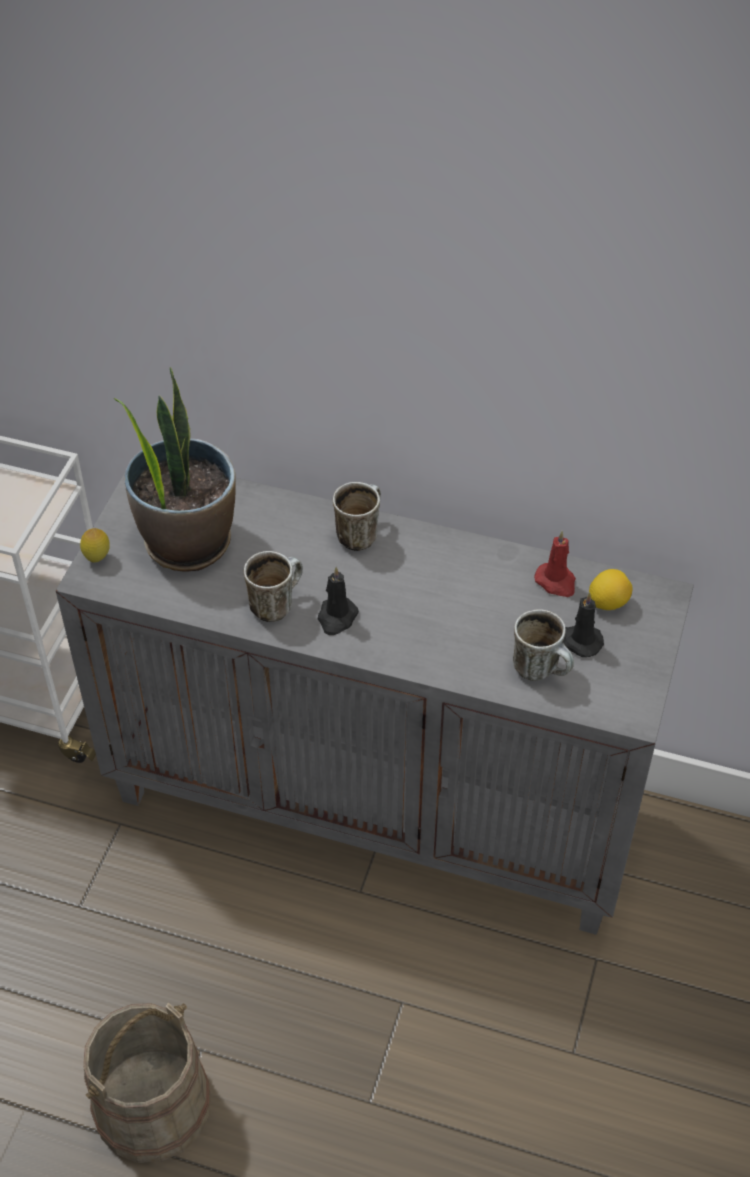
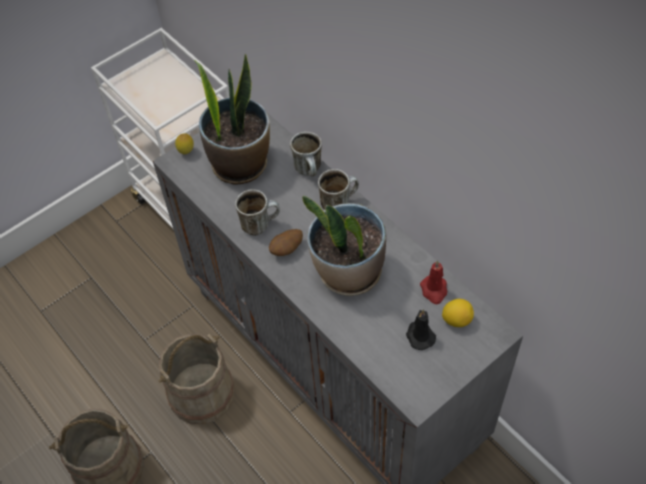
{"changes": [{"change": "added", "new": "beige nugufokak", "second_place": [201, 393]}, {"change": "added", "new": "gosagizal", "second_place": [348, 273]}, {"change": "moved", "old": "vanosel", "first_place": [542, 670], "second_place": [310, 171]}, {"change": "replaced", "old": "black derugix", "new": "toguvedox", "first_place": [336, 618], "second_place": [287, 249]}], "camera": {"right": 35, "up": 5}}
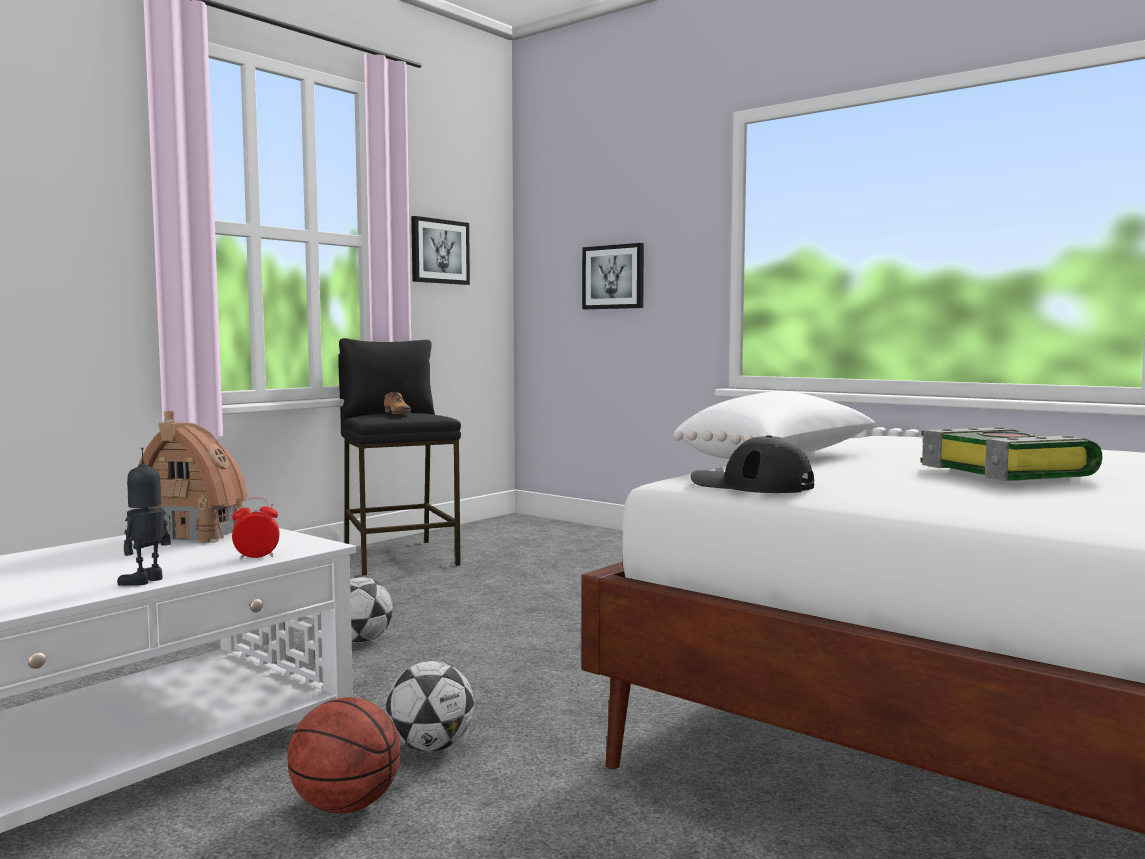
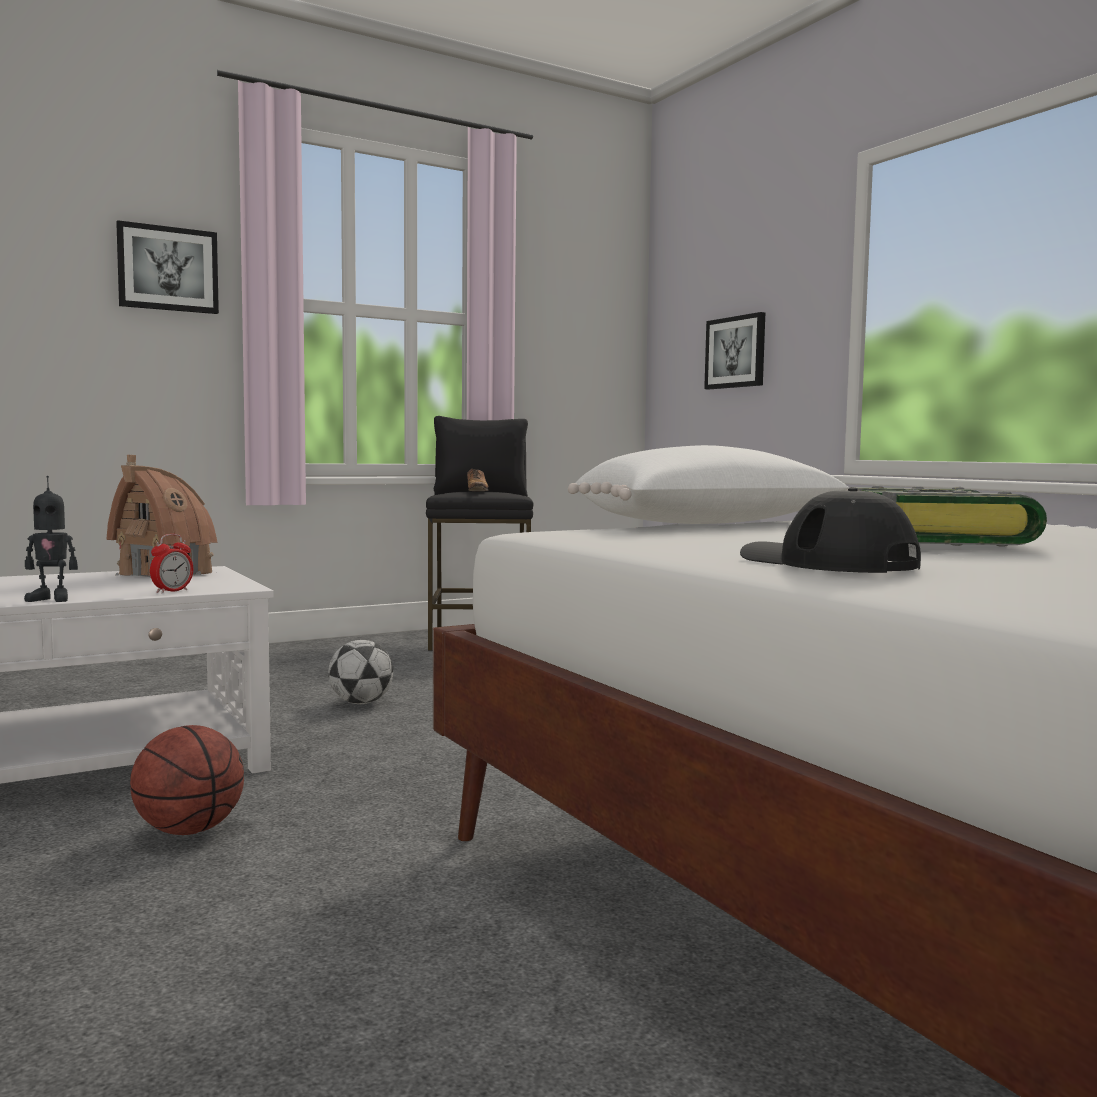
{"changes": [{"change": "removed", "old": "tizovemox", "first_place": [430, 747]}, {"change": "moved", "old": "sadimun", "first_place": [439, 251], "second_place": [168, 269]}, {"change": "moved", "old": "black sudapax", "first_place": [751, 485], "second_place": [827, 563]}, {"change": "turned", "old": "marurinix", "first_place": [147, 581], "second_place": [51, 599], "degrees": -135}, {"change": "turned", "old": "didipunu", "first_place": [256, 557], "second_place": [172, 591], "degrees": 120}], "camera": {"right": 20, "up": 0}}
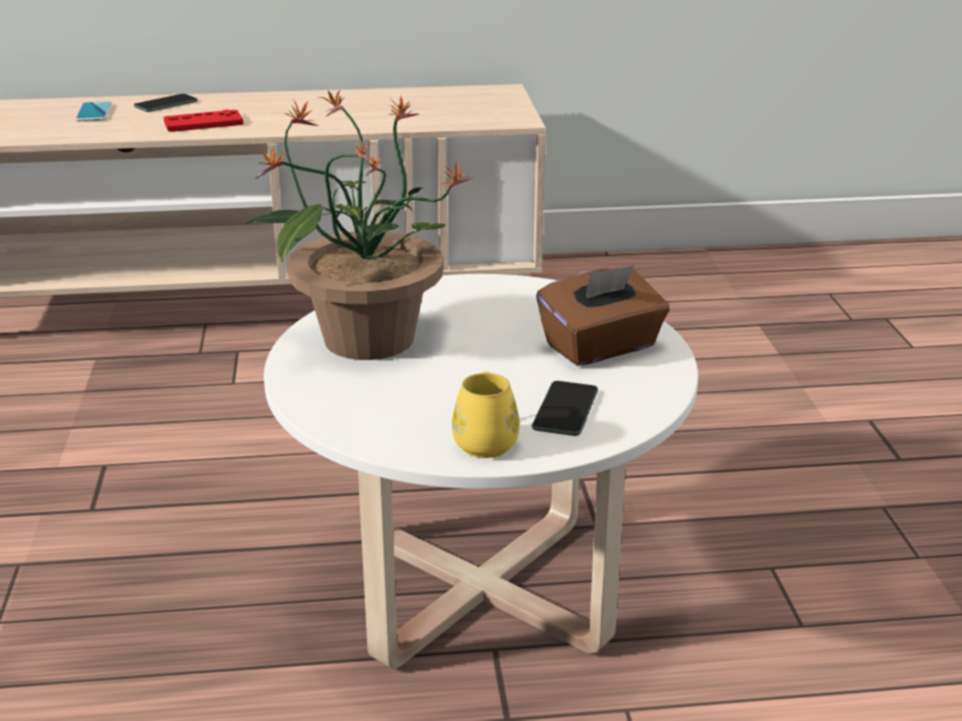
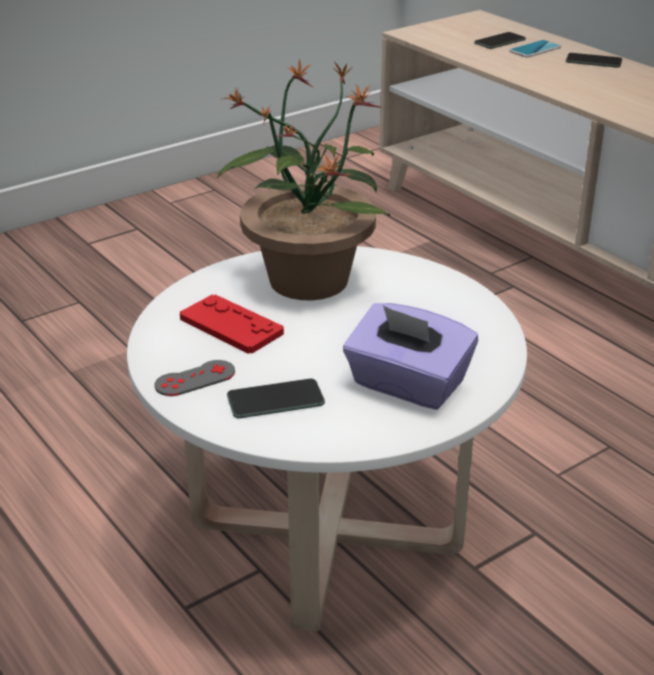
{"changes": [{"change": "added", "new": "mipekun", "second_place": [499, 41]}, {"change": "moved", "old": "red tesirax", "first_place": [203, 123], "second_place": [231, 326]}, {"change": "replaced", "old": "yellow vanosel", "new": "grey tesirax", "first_place": [485, 440], "second_place": [195, 378]}, {"change": "recoloured", "old": "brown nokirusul", "new": "purple nokirusul", "first_place": [601, 347], "second_place": [407, 385]}], "camera": {"right": 60, "up": 5}}
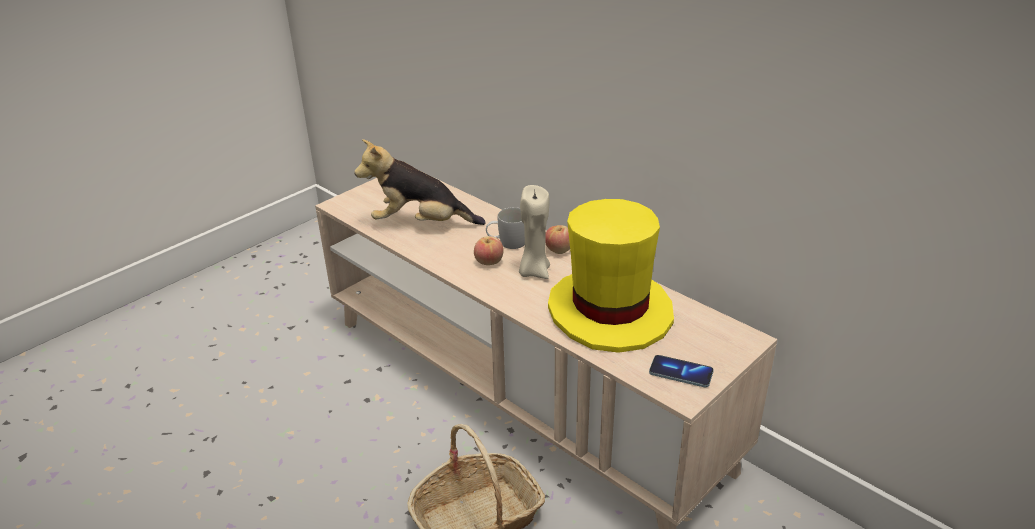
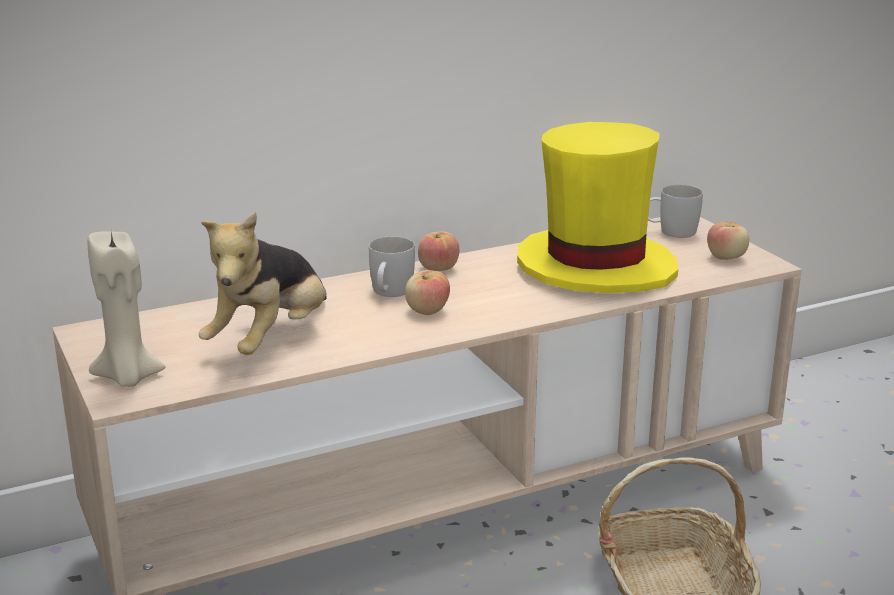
{"changes": [{"change": "added", "new": "white vanosel", "second_place": [670, 231]}, {"change": "moved", "old": "beige derugix", "first_place": [534, 271], "second_place": [128, 378]}, {"change": "replaced", "old": "mipekun", "new": "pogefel", "first_place": [681, 373], "second_place": [726, 257]}], "camera": {"right": -70, "up": -10}}
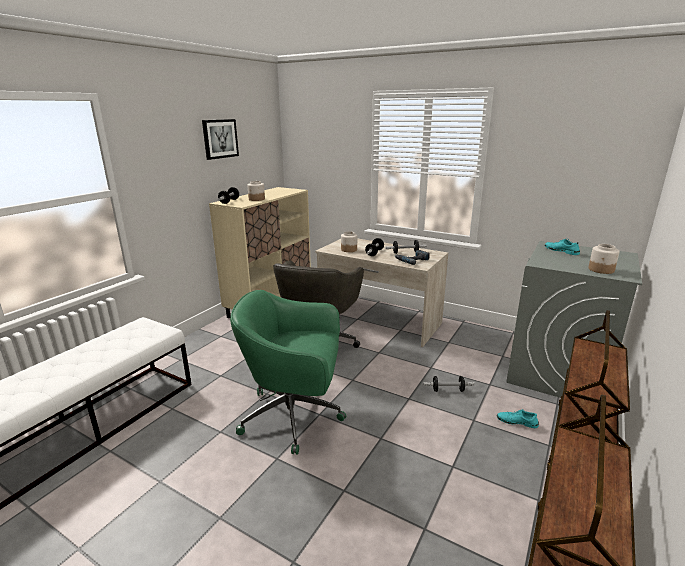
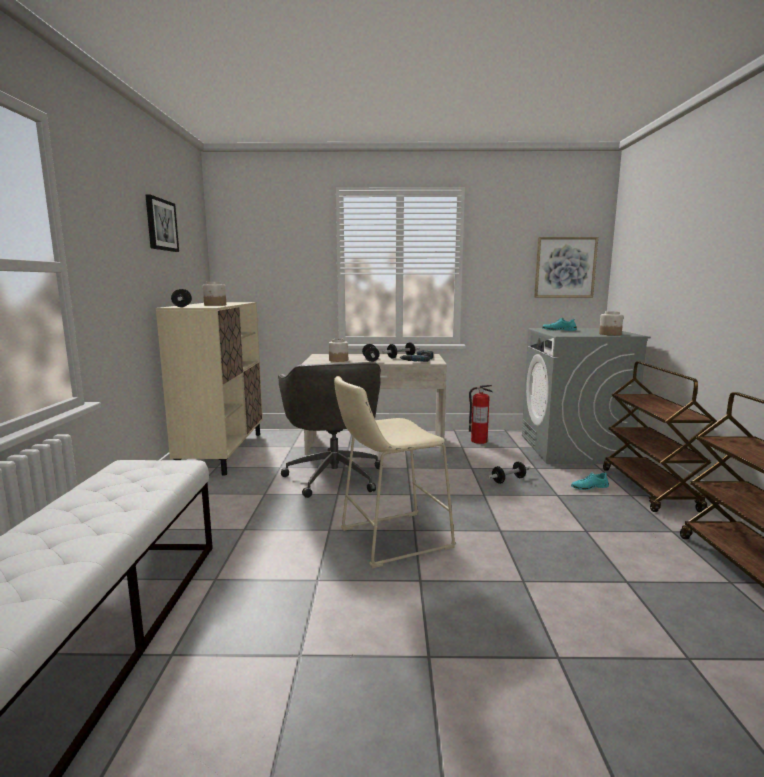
{"changes": [{"change": "added", "new": "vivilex", "second_place": [478, 441]}, {"change": "added", "new": "sadimun", "second_place": [565, 267]}, {"change": "replaced", "old": "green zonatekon", "new": "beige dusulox", "first_place": [294, 416], "second_place": [390, 539]}], "camera": {"right": -30, "up": -10}}
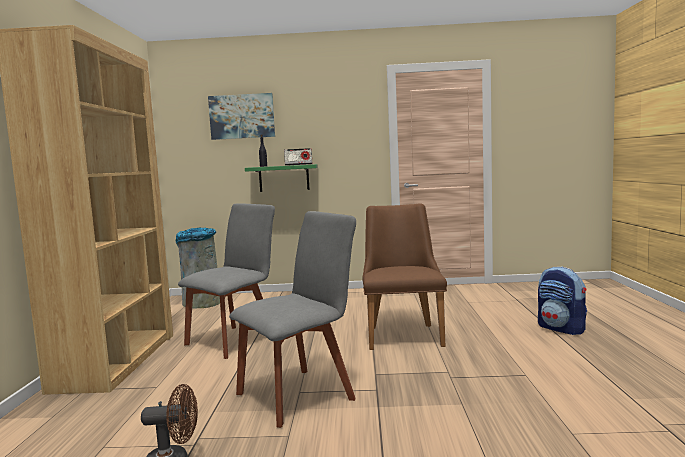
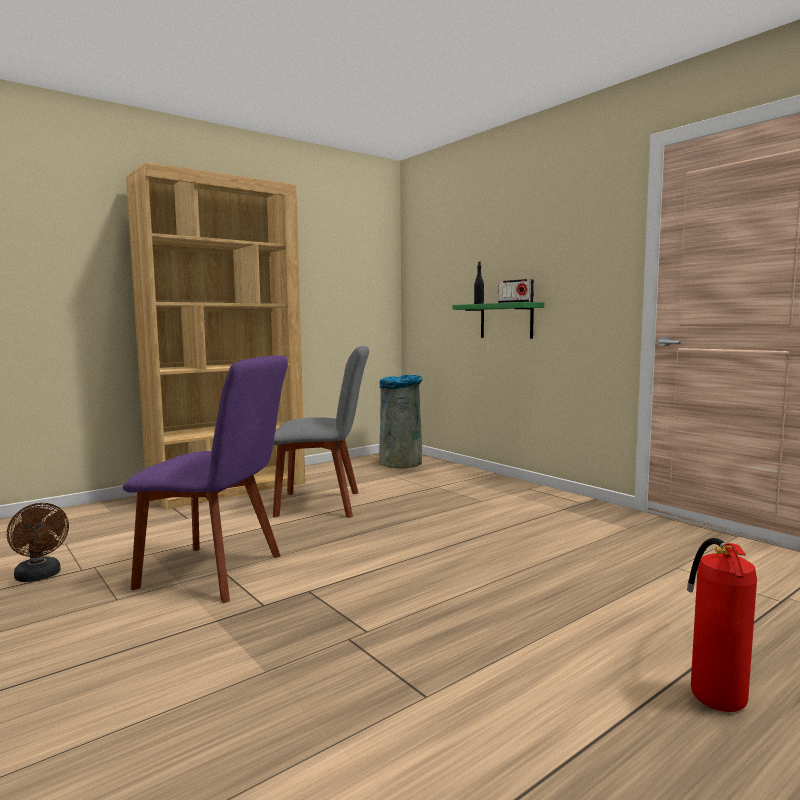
{"changes": [{"change": "removed", "old": "sadimun", "first_place": [242, 116]}, {"change": "removed", "old": "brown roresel", "first_place": [403, 333]}, {"change": "replaced", "old": "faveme", "new": "vivilex", "first_place": [561, 329], "second_place": [712, 681]}, {"change": "recoloured", "old": "grey roresel", "new": "purple roresel", "first_place": [300, 394], "second_place": [217, 573]}], "camera": {"right": 50, "up": 0}}
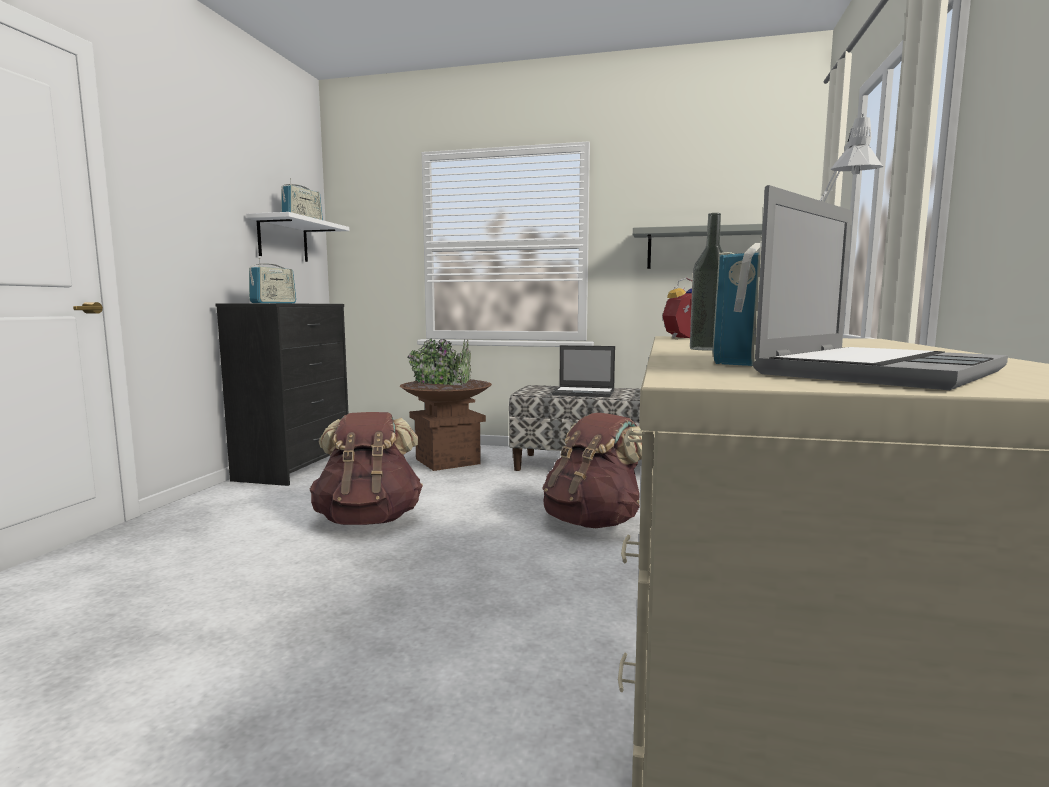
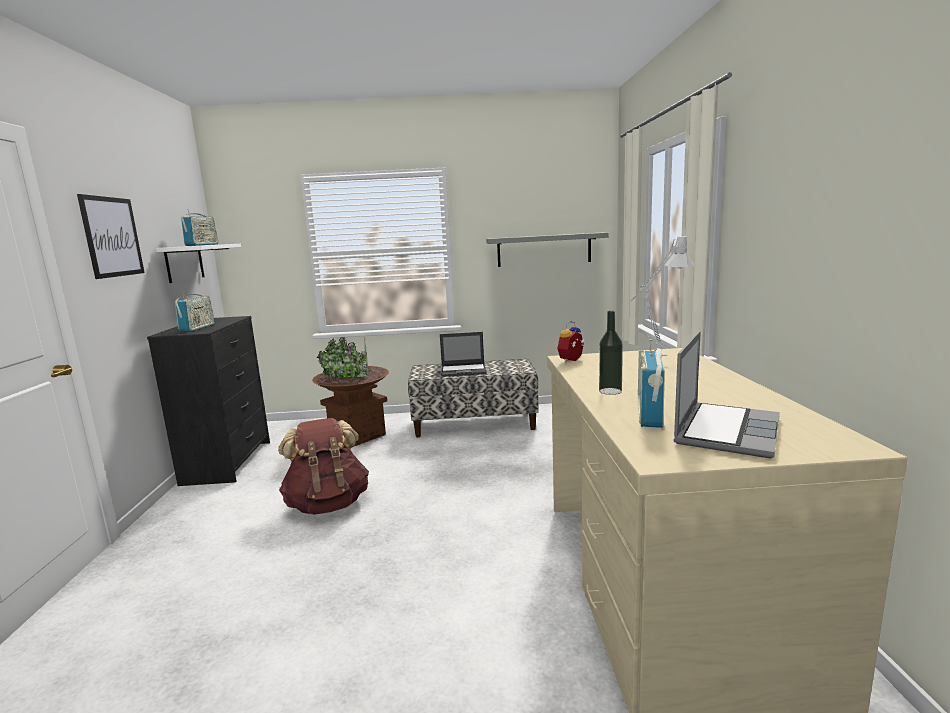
{"changes": [{"change": "removed", "old": "brown faveme", "first_place": [593, 522]}, {"change": "added", "new": "sadimun", "second_place": [112, 237]}], "camera": {"right": -15, "up": 5}}
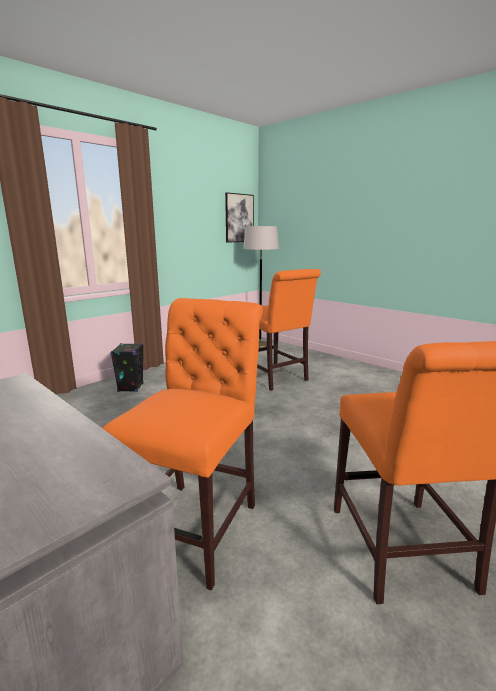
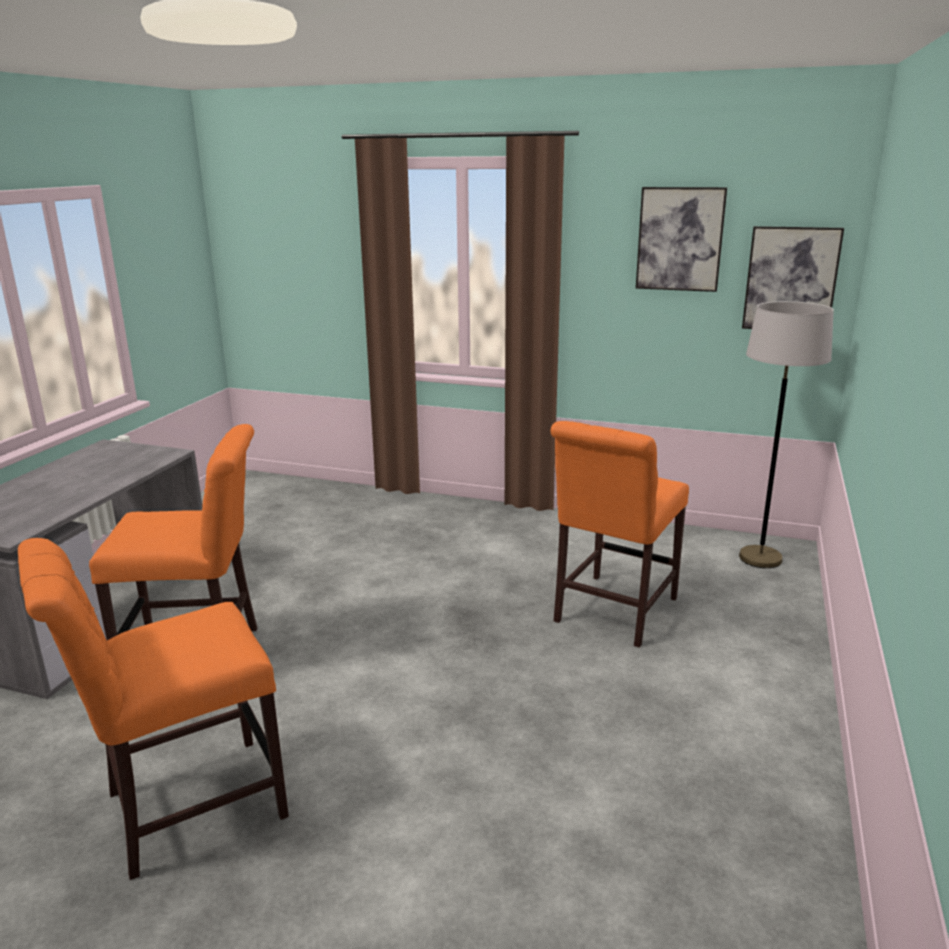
{"changes": [{"change": "removed", "old": "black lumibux", "first_place": [130, 387]}, {"change": "added", "new": "sadimun", "second_place": [680, 239]}], "camera": {"right": 65, "up": 5}}
